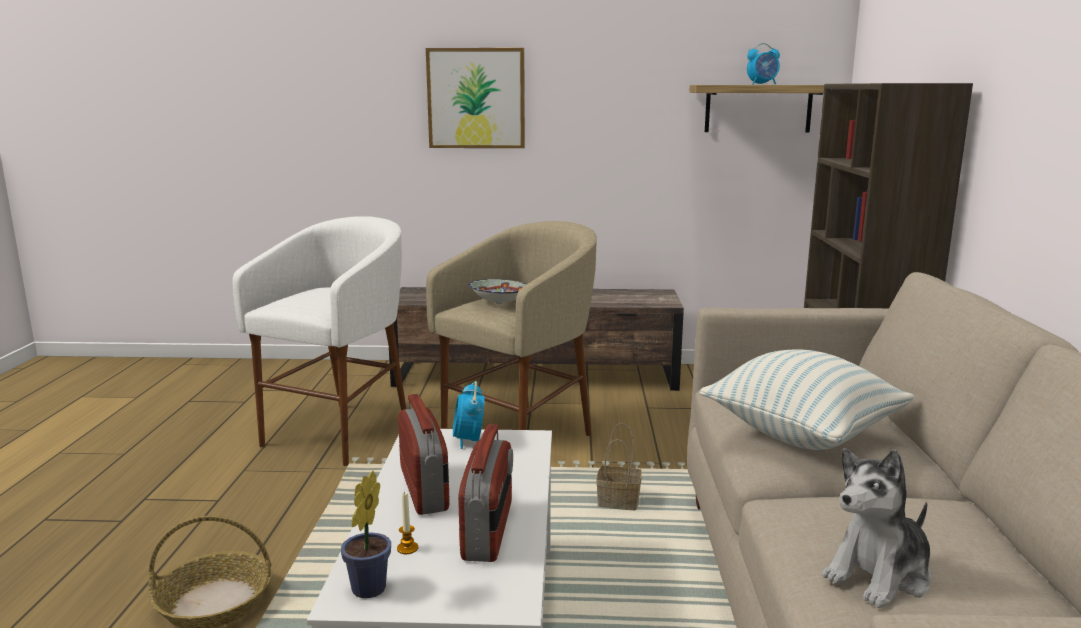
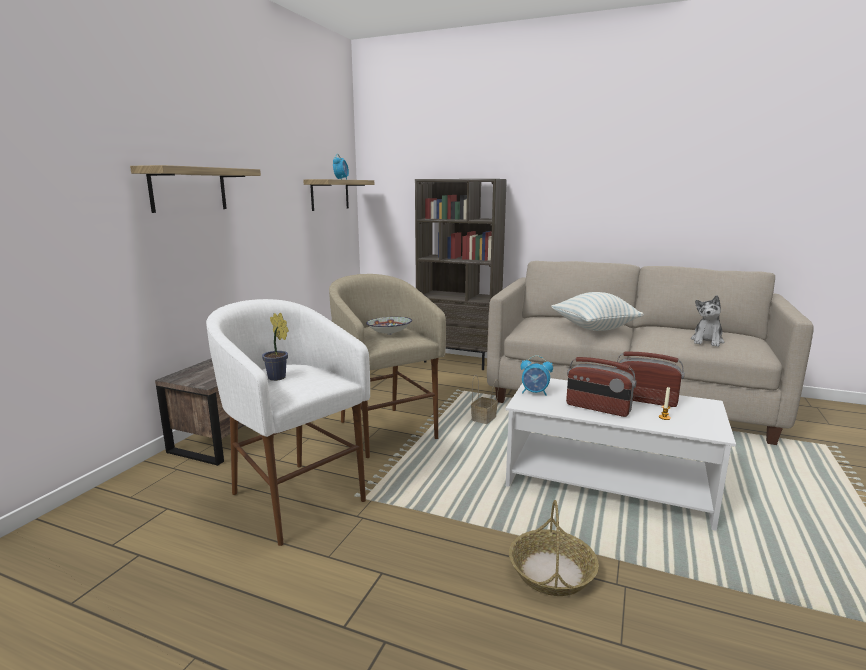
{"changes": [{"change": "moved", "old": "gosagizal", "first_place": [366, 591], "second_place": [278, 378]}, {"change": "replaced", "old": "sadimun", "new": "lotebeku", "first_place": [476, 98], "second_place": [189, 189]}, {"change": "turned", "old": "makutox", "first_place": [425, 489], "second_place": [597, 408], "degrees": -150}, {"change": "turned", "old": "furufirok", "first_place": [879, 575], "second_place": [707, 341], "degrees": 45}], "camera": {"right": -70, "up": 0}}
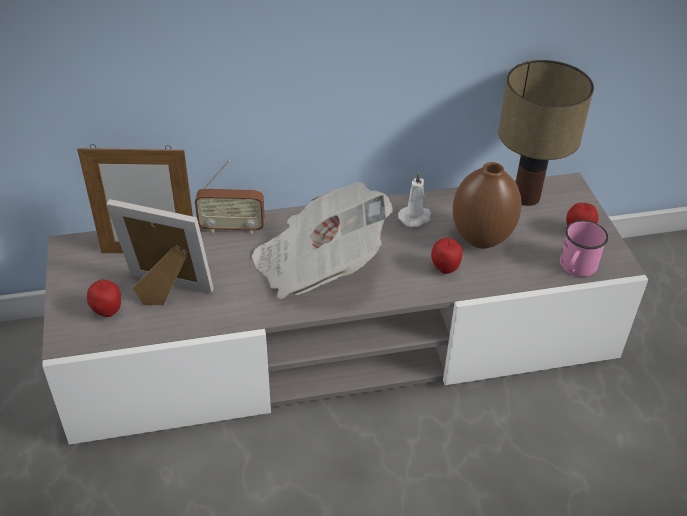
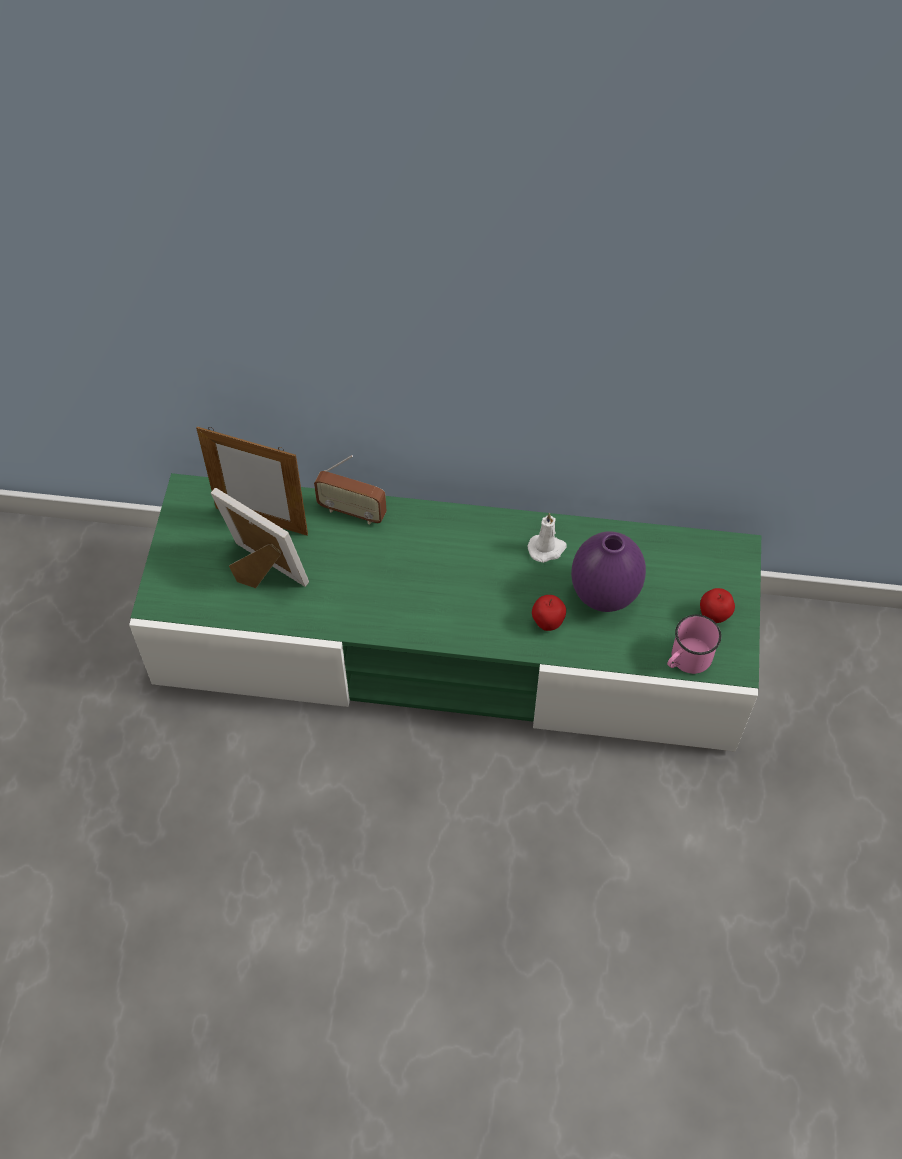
{"changes": [{"change": "removed", "old": "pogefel", "first_place": [107, 312]}, {"change": "removed", "old": "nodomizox", "first_place": [318, 265]}, {"change": "removed", "old": "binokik", "first_place": [528, 197]}, {"change": "recoloured", "old": "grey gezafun", "new": "green gezafun", "first_place": [341, 341], "second_place": [451, 645]}, {"change": "recoloured", "old": "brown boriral", "new": "purple boriral", "first_place": [481, 240], "second_place": [603, 596]}], "camera": {"right": 20, "up": 15}}
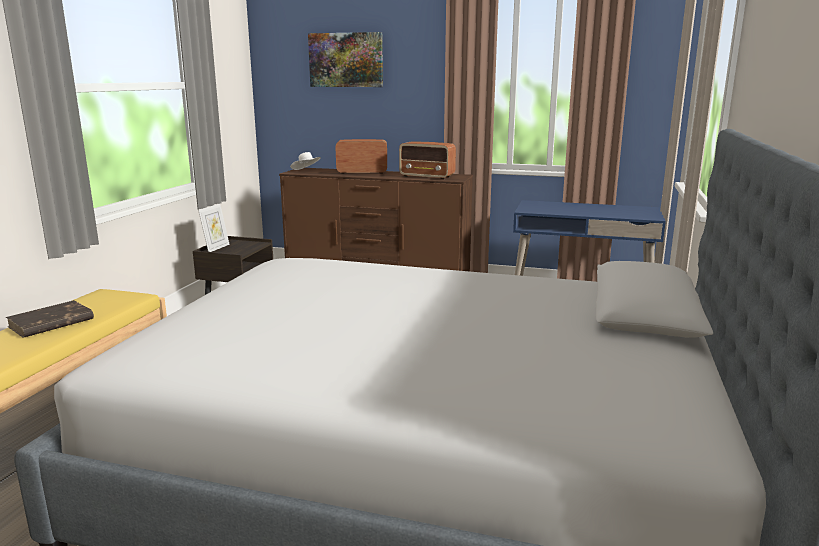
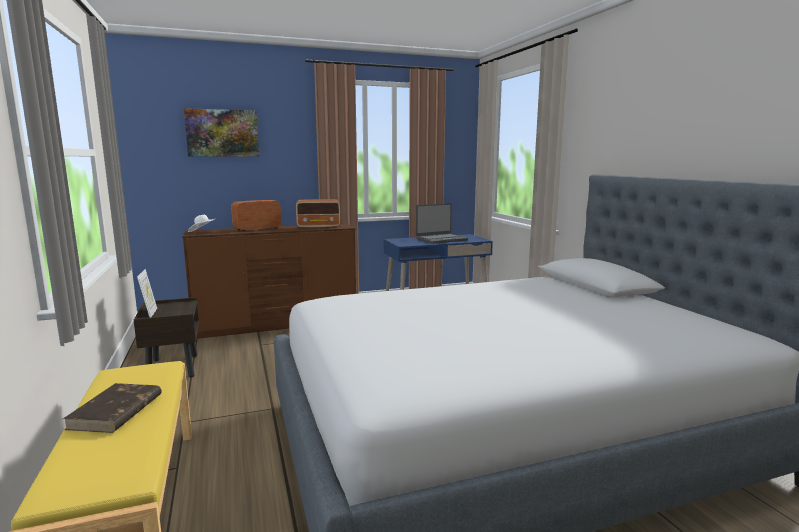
{"changes": [{"change": "added", "new": "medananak", "second_place": [441, 239]}], "camera": {"right": -35, "up": -5}}
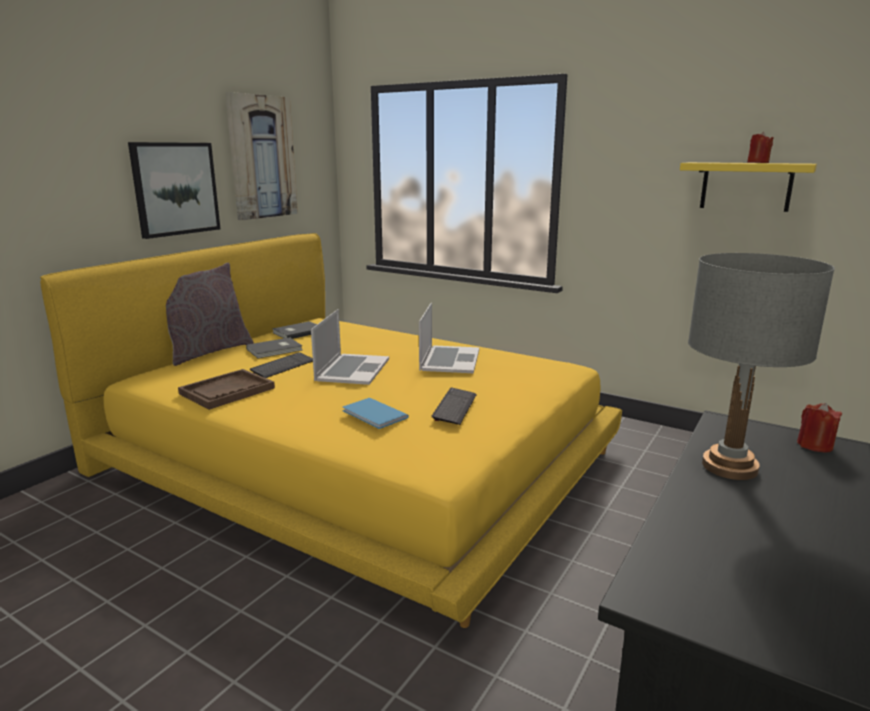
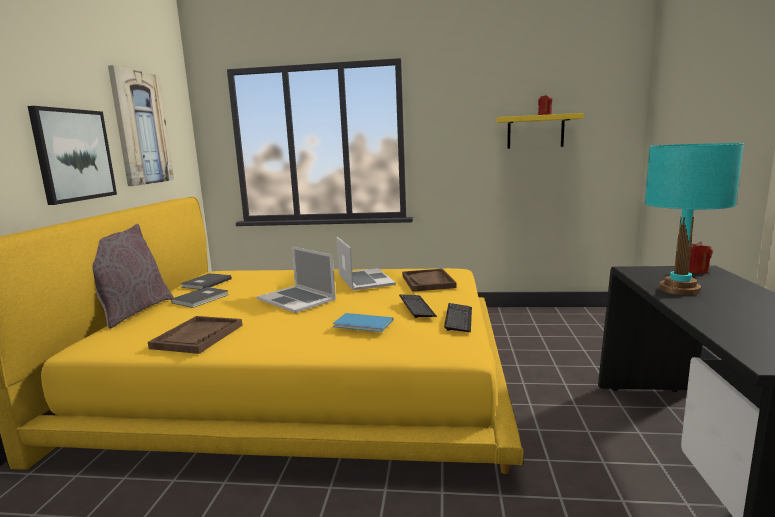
{"changes": [{"change": "added", "new": "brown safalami", "second_place": [428, 282]}, {"change": "moved", "old": "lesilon", "first_place": [283, 366], "second_place": [458, 319]}, {"change": "recoloured", "old": "grey binokik", "new": "turquoise binokik", "first_place": [729, 467], "second_place": [679, 289]}, {"change": "turned", "old": "medananak", "first_place": [352, 369], "second_place": [296, 299], "degrees": 150}], "camera": {"right": -25, "up": -5}}
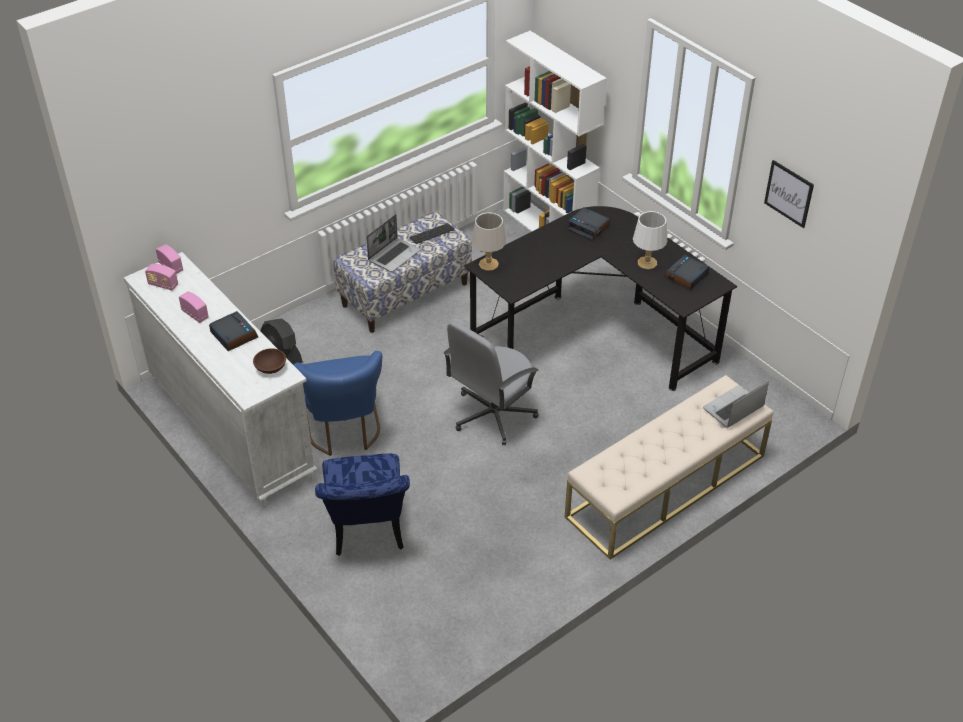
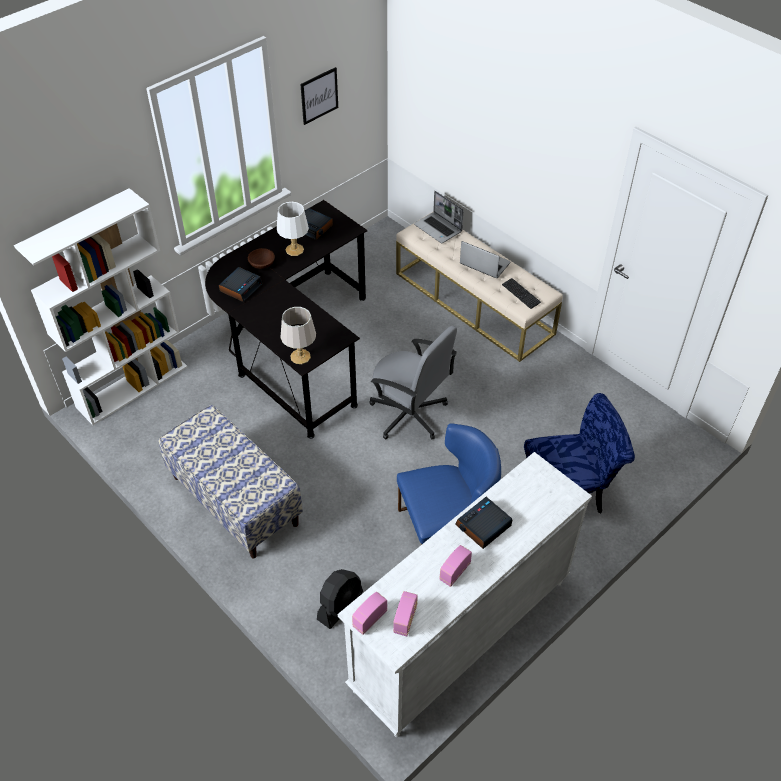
{"changes": [{"change": "moved", "old": "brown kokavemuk", "first_place": [270, 368], "second_place": [262, 264]}, {"change": "moved", "old": "medananak", "first_place": [394, 255], "second_place": [484, 264]}, {"change": "moved", "old": "lesilon", "first_place": [432, 234], "second_place": [521, 294]}], "camera": {"right": -95, "up": 5}}
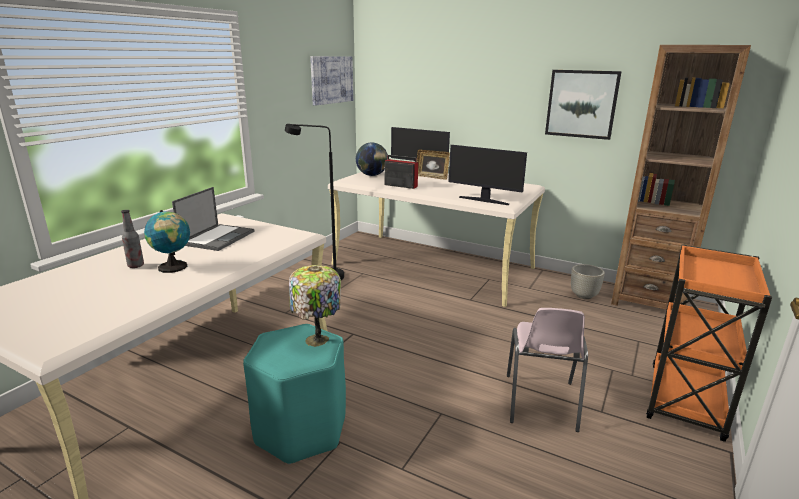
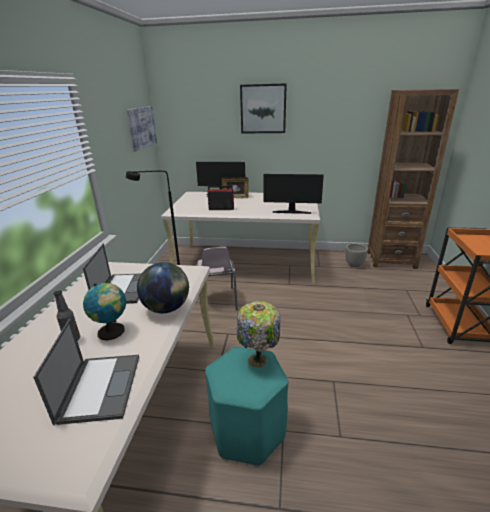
{"changes": [{"change": "added", "new": "medananak", "second_place": [100, 386]}, {"change": "moved", "old": "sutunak", "first_place": [372, 175], "second_place": [166, 309]}, {"change": "moved", "old": "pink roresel", "first_place": [540, 402], "second_place": [217, 301]}, {"change": "moved", "old": "sadimun", "first_place": [581, 104], "second_place": [263, 109]}], "camera": {"right": -20, "up": 5}}
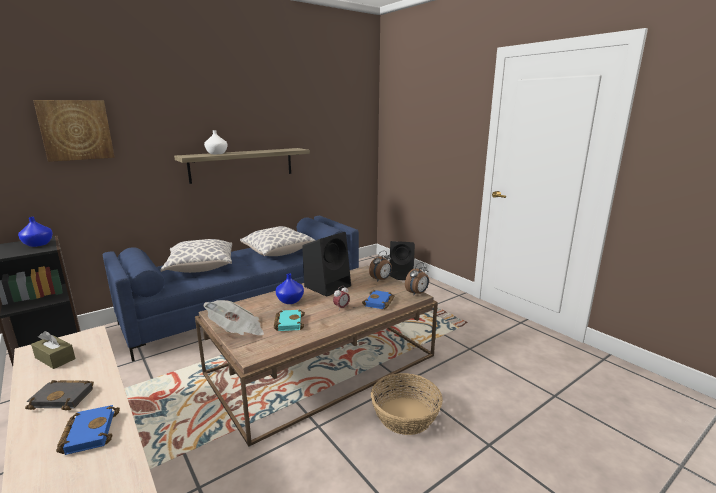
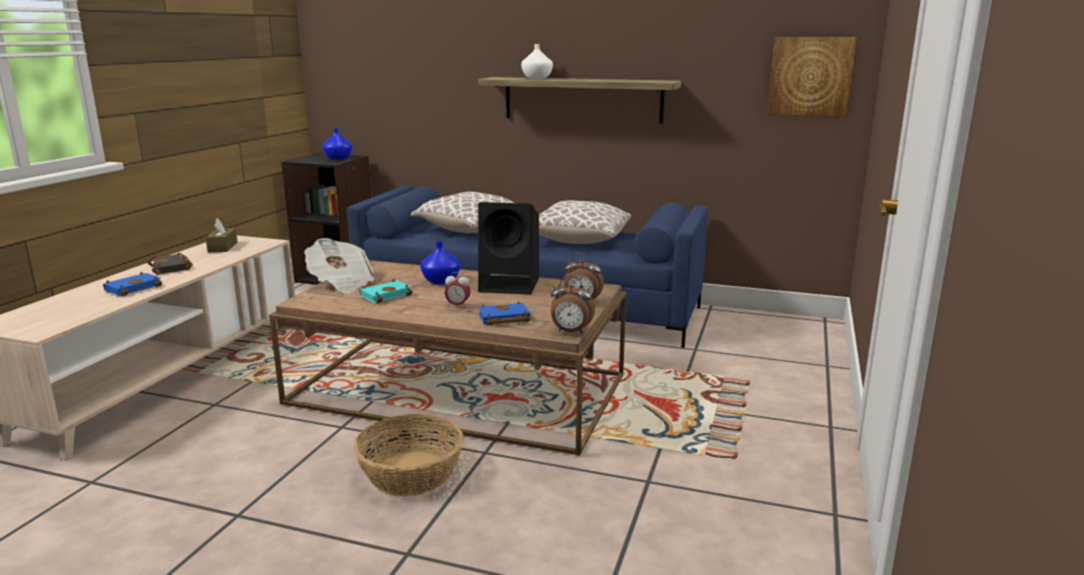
{"changes": [{"change": "removed", "old": "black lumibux", "first_place": [402, 275]}, {"change": "moved", "old": "sadimun", "first_place": [76, 130], "second_place": [810, 76]}], "camera": {"right": 55, "up": 0}}
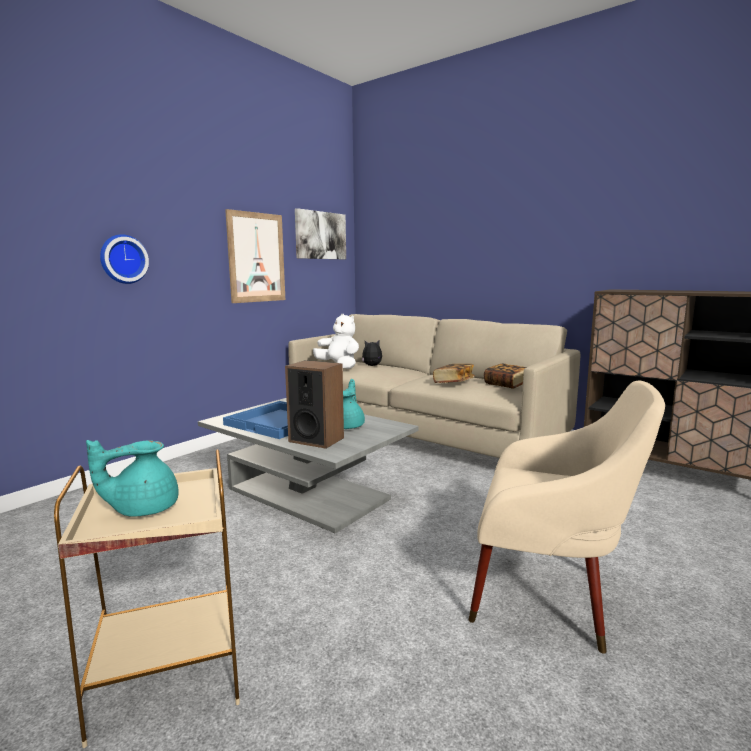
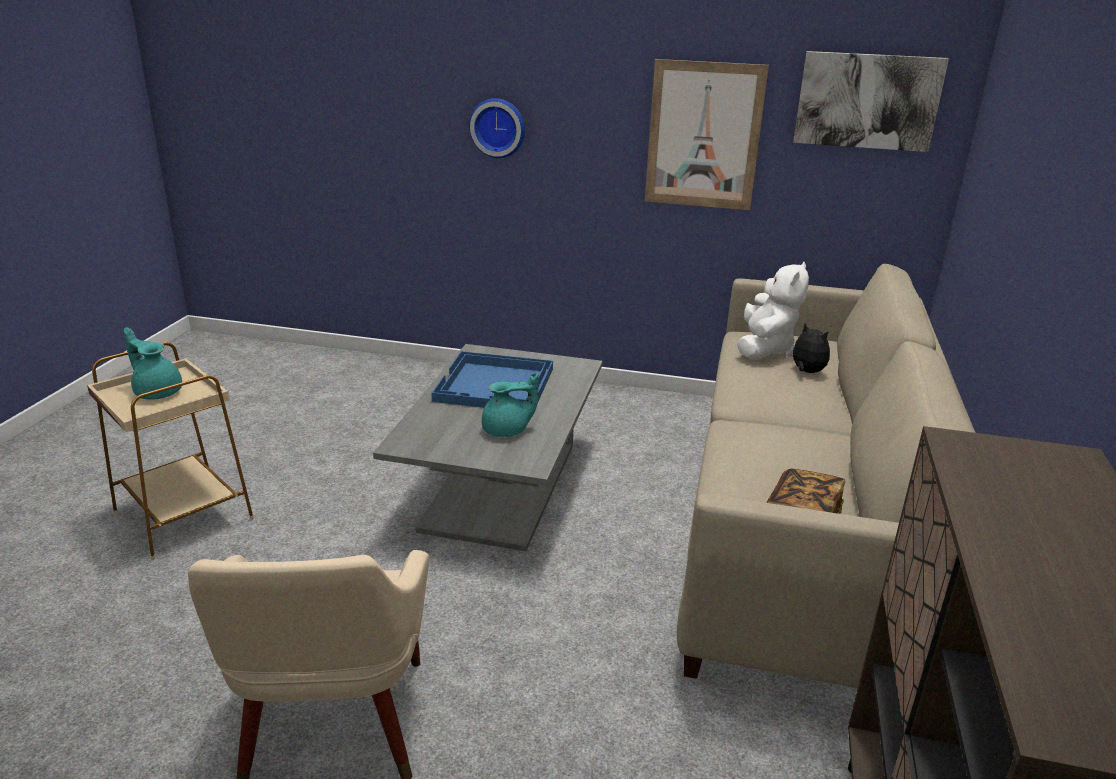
{"changes": [{"change": "removed", "old": "lumibux", "first_place": [316, 439]}, {"change": "removed", "old": "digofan", "first_place": [453, 382]}], "camera": {"right": 65, "up": 15}}
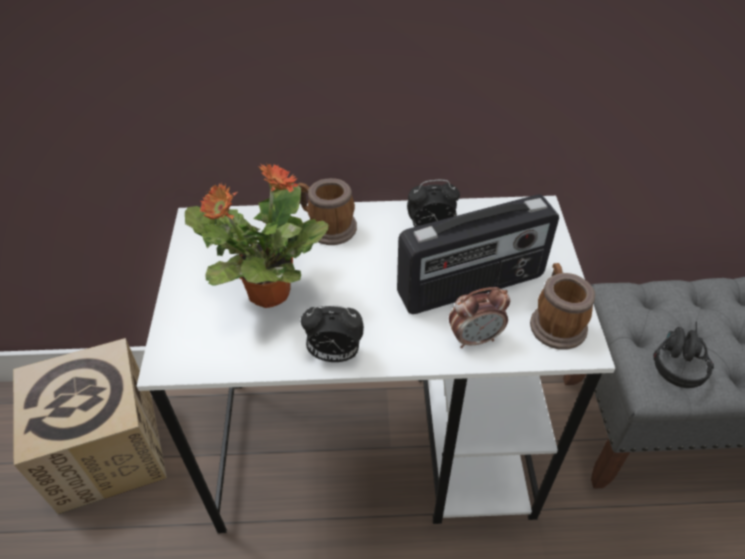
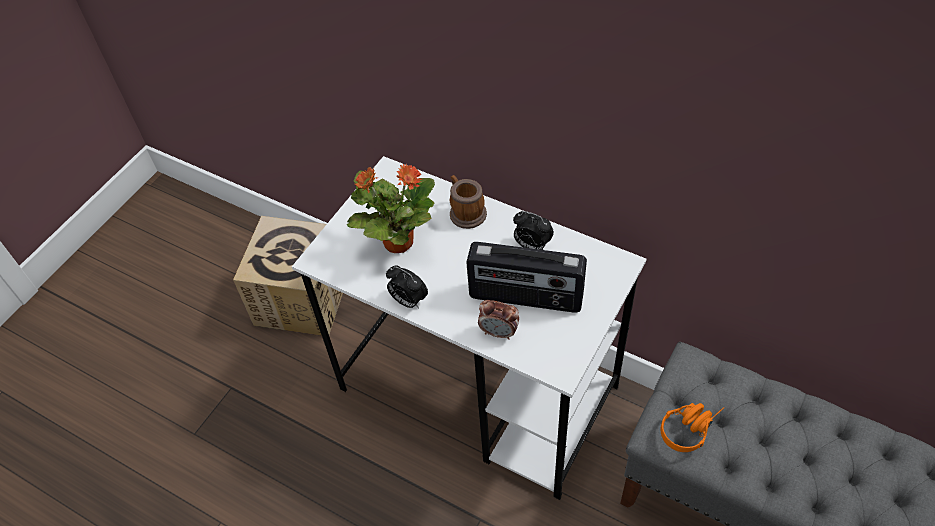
{"changes": [{"change": "removed", "old": "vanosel", "first_place": [555, 322]}, {"change": "recoloured", "old": "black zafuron", "new": "orange zafuron", "first_place": [678, 358], "second_place": [690, 427]}], "camera": {"right": 35, "up": 5}}
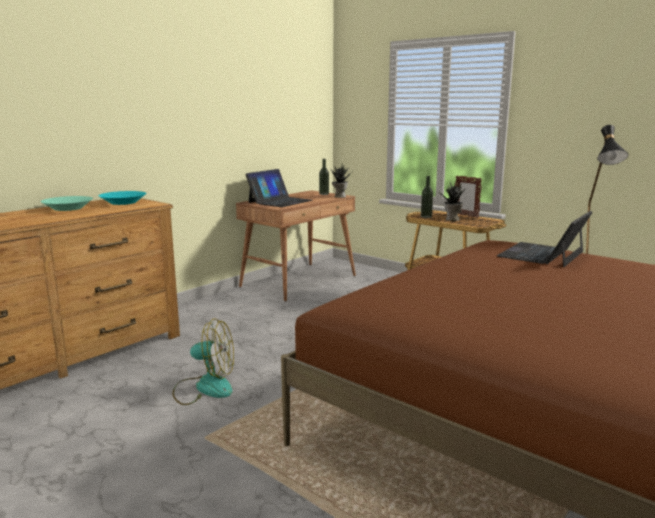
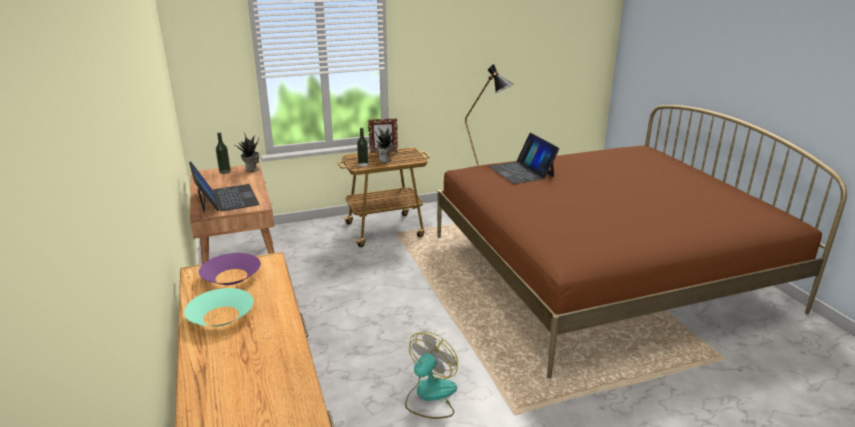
{"changes": [{"change": "recoloured", "old": "turquoise kokavemuk", "new": "purple kokavemuk", "first_place": [123, 202], "second_place": [231, 277]}], "camera": {"right": -60, "up": 10}}
